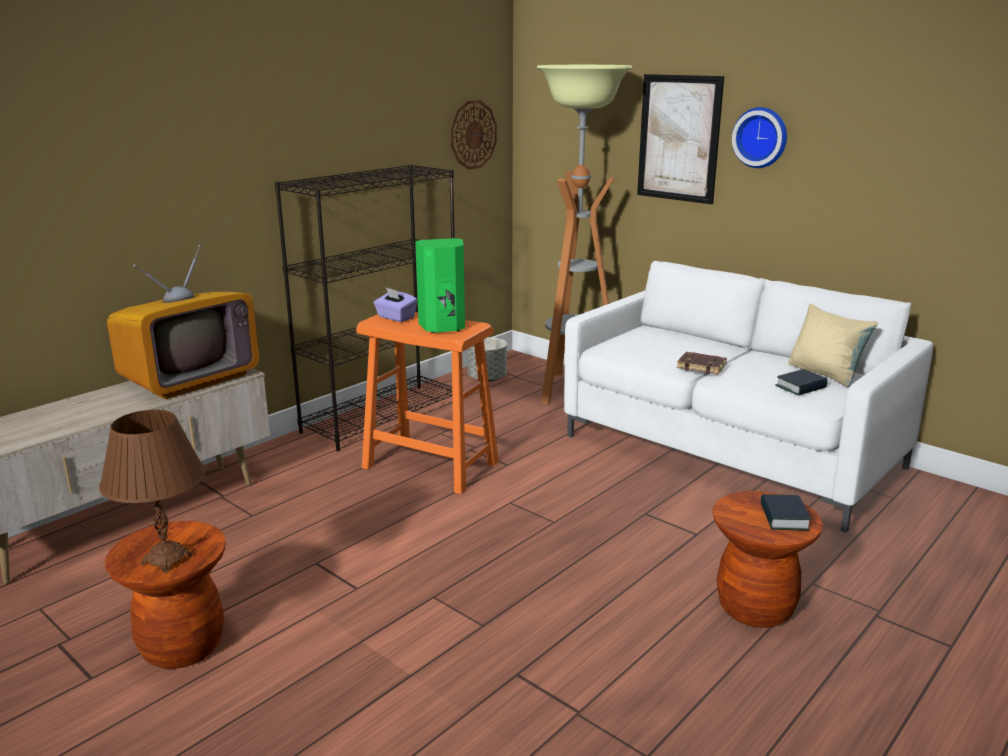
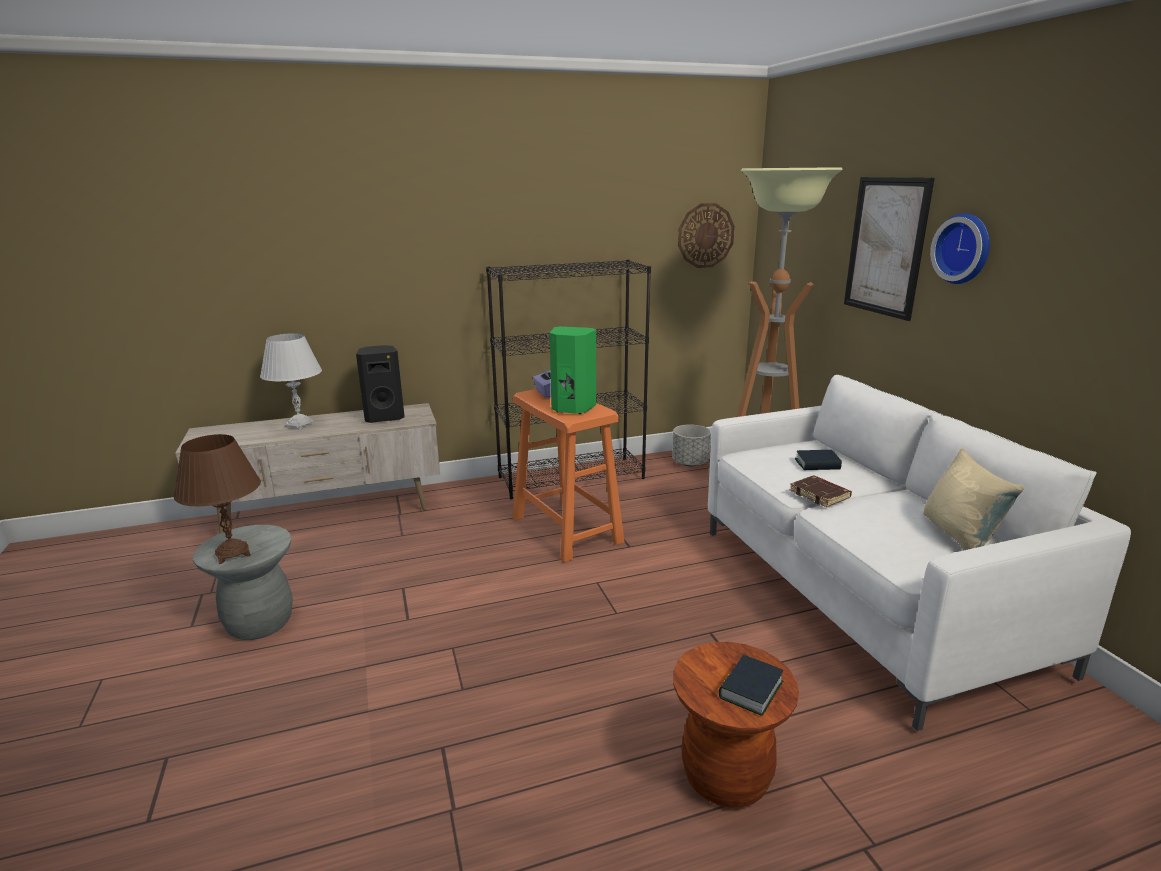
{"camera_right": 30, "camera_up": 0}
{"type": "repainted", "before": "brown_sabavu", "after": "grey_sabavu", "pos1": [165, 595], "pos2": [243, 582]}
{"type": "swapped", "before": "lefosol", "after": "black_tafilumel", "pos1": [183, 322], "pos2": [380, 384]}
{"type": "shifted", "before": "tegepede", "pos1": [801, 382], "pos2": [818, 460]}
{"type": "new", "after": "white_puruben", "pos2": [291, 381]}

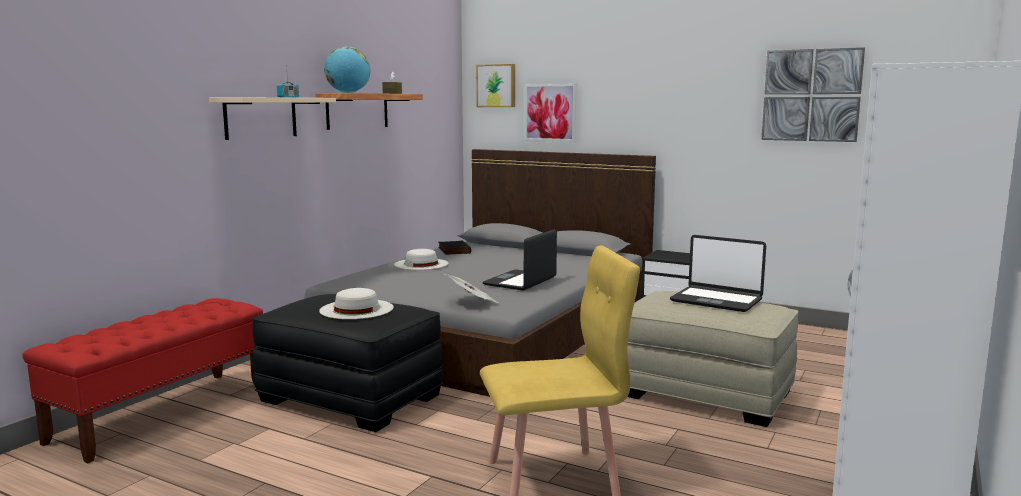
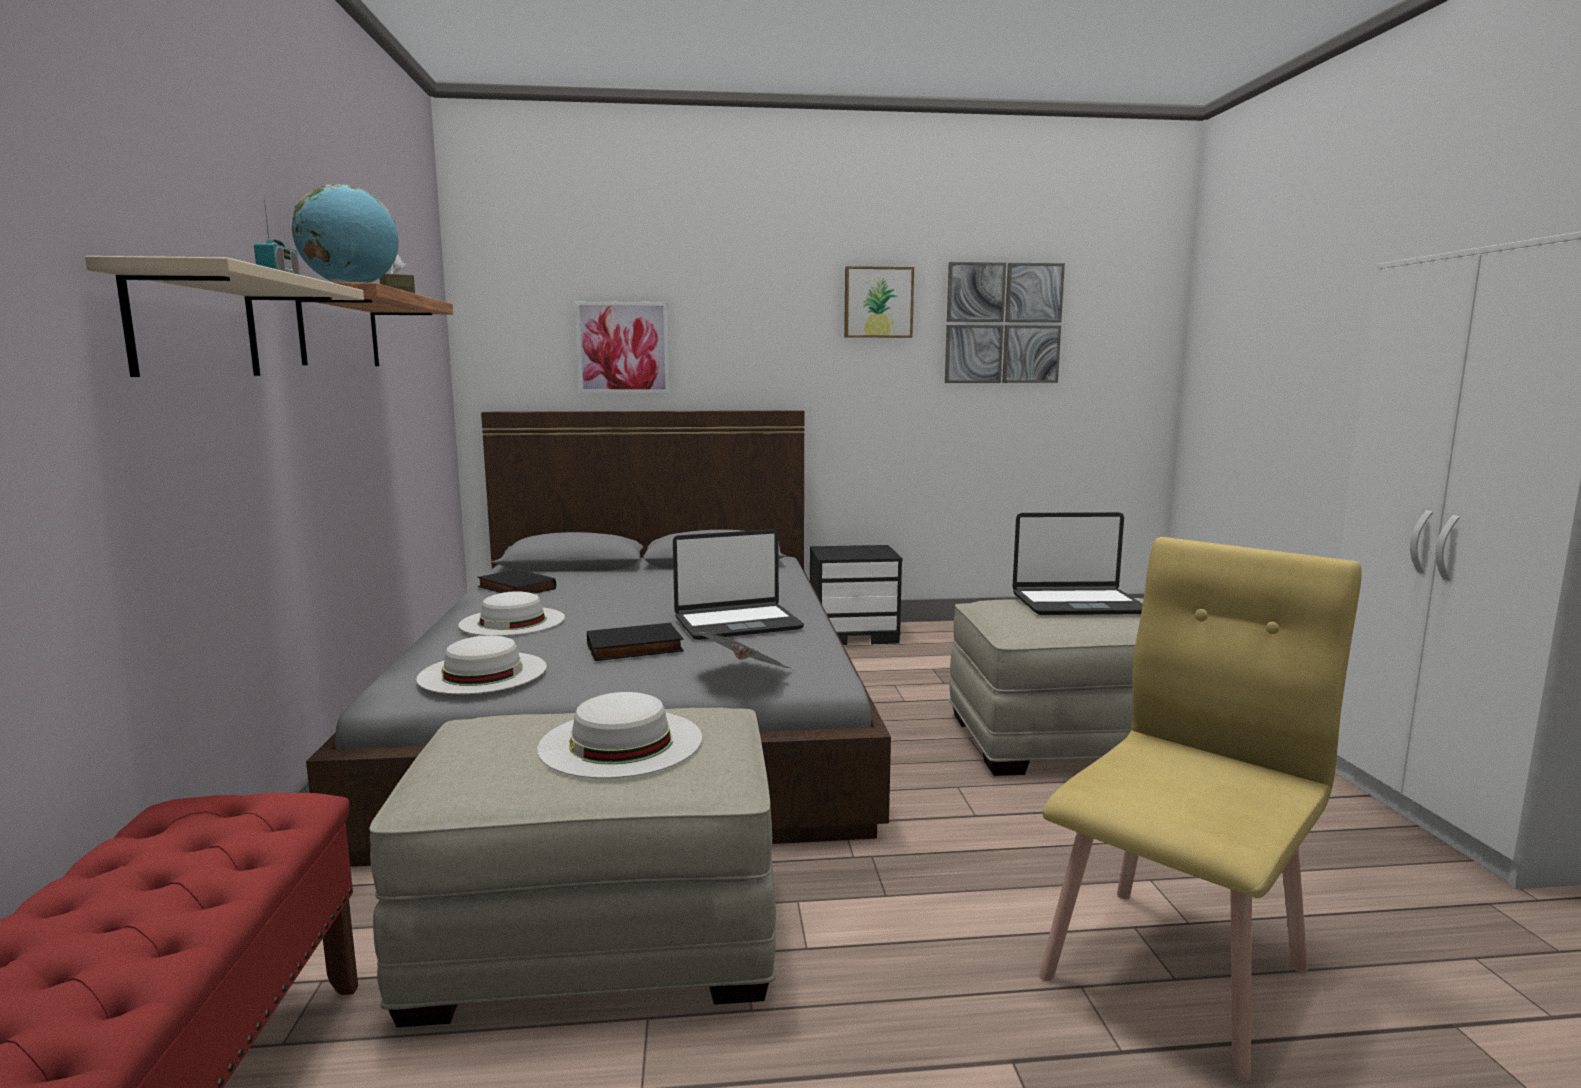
{"camera_right": -35, "camera_up": 0}
{"type": "repainted", "before": "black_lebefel", "after": "beige_lebefel", "pos1": [347, 363], "pos2": [572, 867]}
{"type": "shifted", "before": "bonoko", "pos1": [495, 85], "pos2": [879, 302]}
{"type": "rotated", "before": "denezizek", "pos1": [520, 260], "pos2": [738, 584], "turn": -105}
{"type": "new", "after": "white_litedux", "pos2": [481, 665]}
{"type": "new", "after": "black_tegepede", "pos2": [635, 642]}

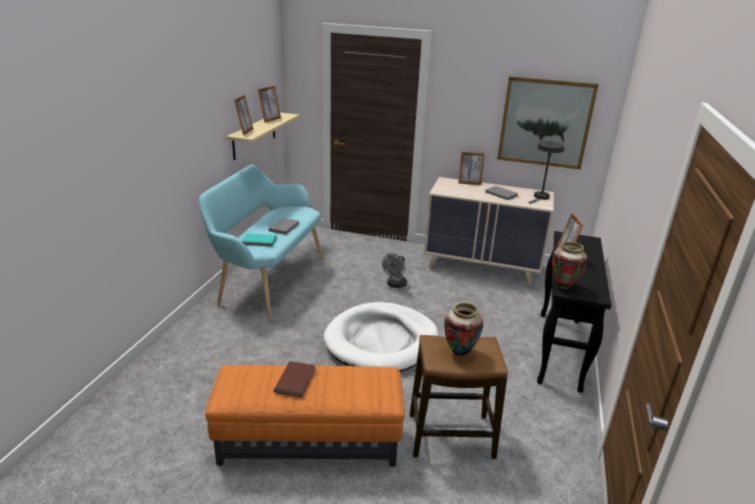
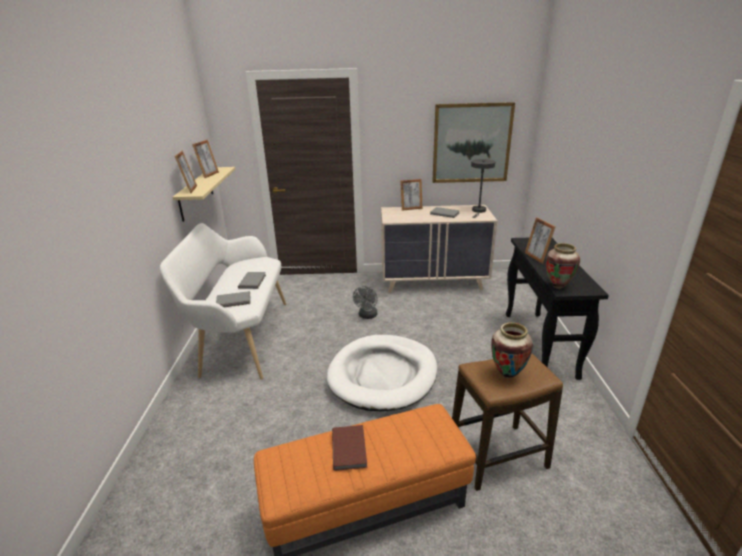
{"camera_right": -15, "camera_up": 0}
{"type": "repainted", "before": "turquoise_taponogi", "after": "white_taponogi", "pos1": [261, 242], "pos2": [223, 301]}
{"type": "repainted", "before": "turquoise_tegepede", "after": "grey_tegepede", "pos1": [259, 240], "pos2": [233, 299]}

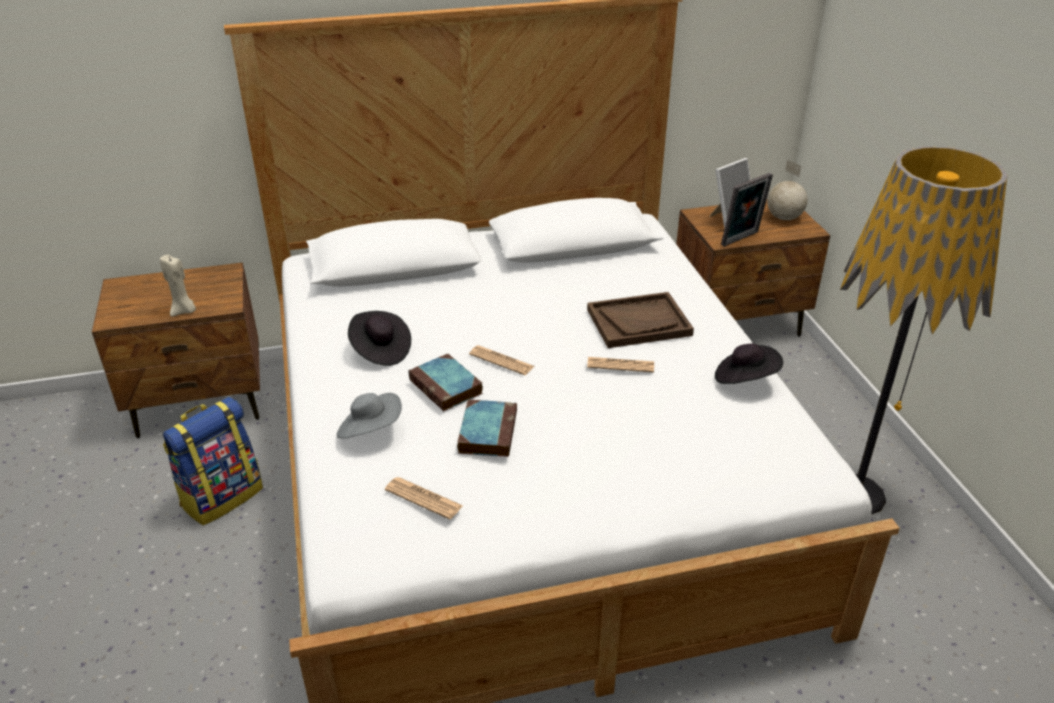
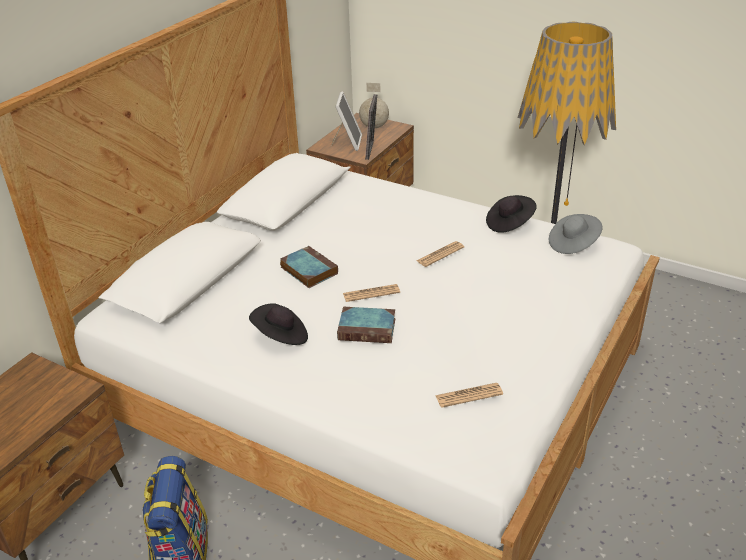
{"camera_right": -45, "camera_up": 0}
{"type": "gone", "before": "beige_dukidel", "pos1": [178, 286]}
{"type": "shifted", "before": "grey_litedux", "pos1": [369, 415], "pos2": [576, 234]}
{"type": "shifted", "before": "tegepede", "pos1": [487, 428], "pos2": [309, 267]}
{"type": "gone", "before": "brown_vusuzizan", "pos1": [640, 320]}

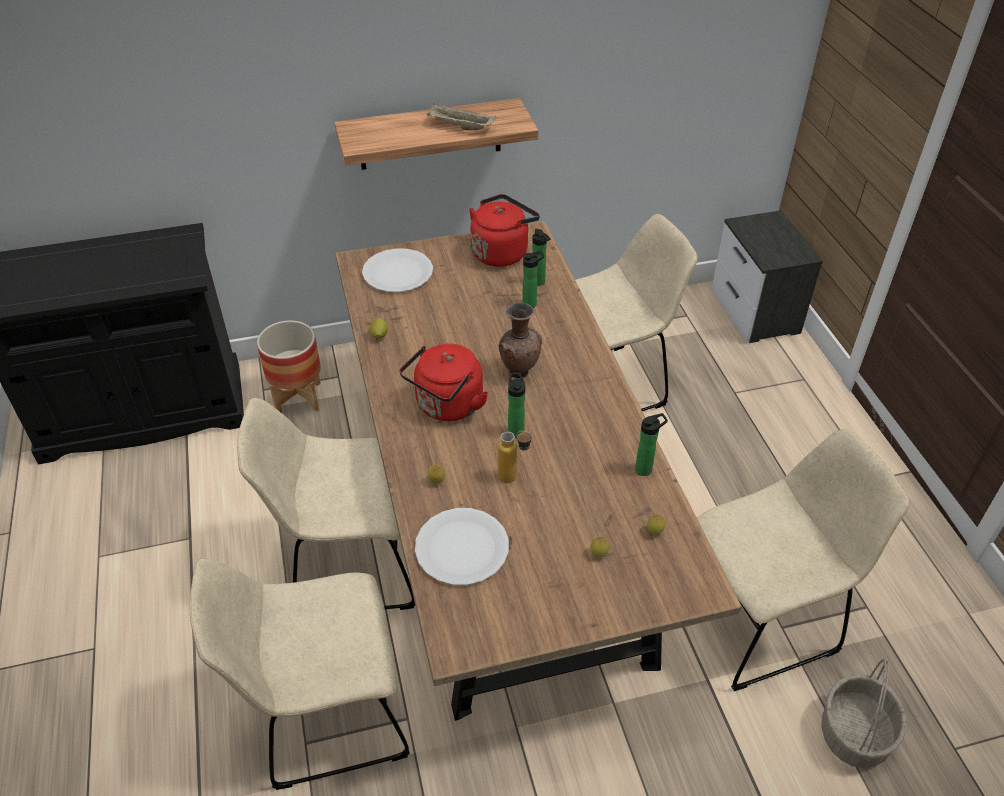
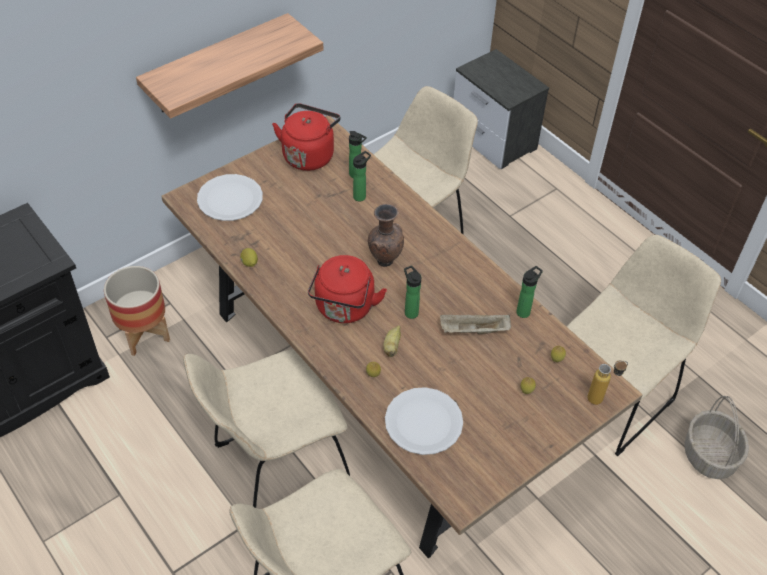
{"camera_right": -25, "camera_up": 5}
{"type": "shifted", "before": "beige_vusuzizan", "pos1": [461, 116], "pos2": [475, 324]}
{"type": "shifted", "before": "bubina", "pos1": [515, 457], "pos2": [607, 382]}
{"type": "new", "after": "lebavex", "pos2": [392, 341]}

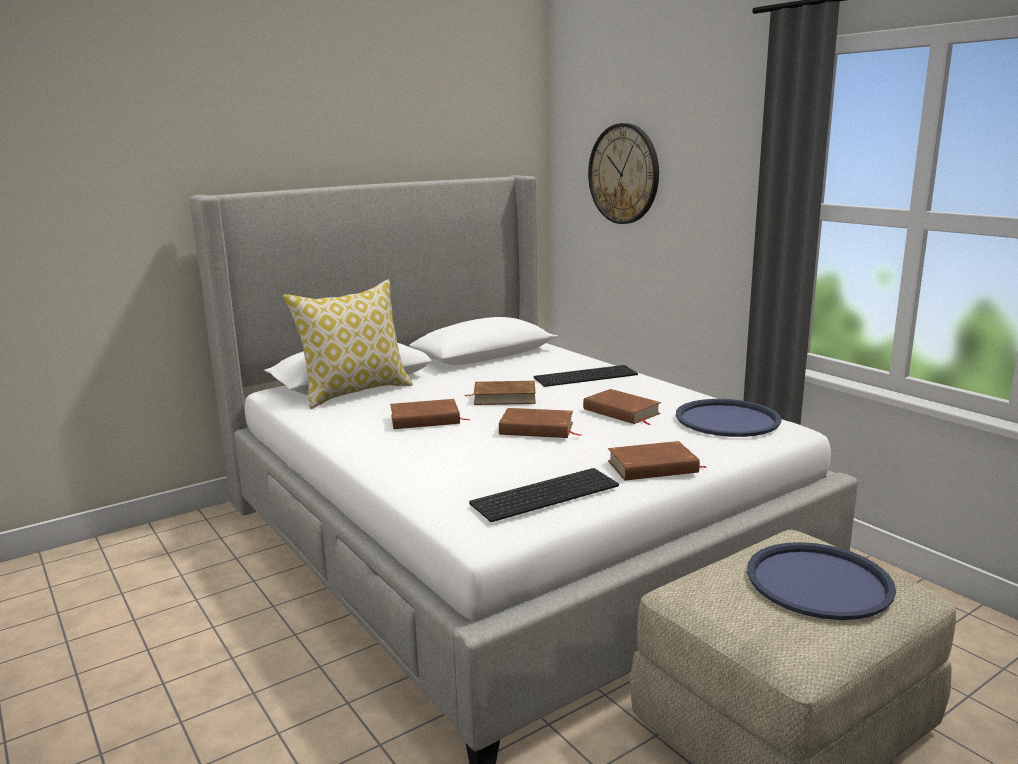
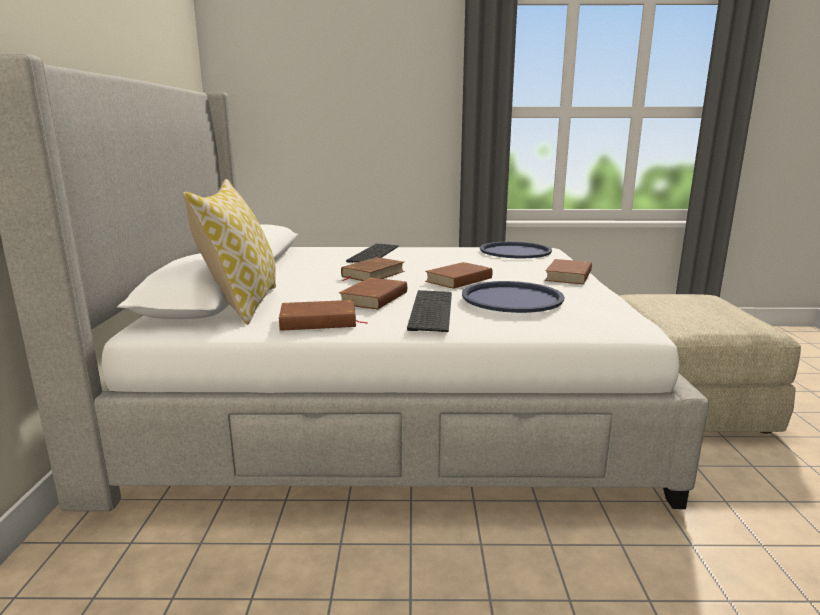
{"camera_right": -55, "camera_up": 0}
{"type": "shifted", "before": "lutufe", "pos1": [544, 495], "pos2": [429, 311]}
{"type": "shifted", "before": "brown_tegepede", "pos1": [622, 407], "pos2": [323, 315]}
{"type": "gone", "before": "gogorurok", "pos1": [623, 173]}
{"type": "shifted", "before": "blue_vusuzizan", "pos1": [821, 581], "pos2": [513, 297]}

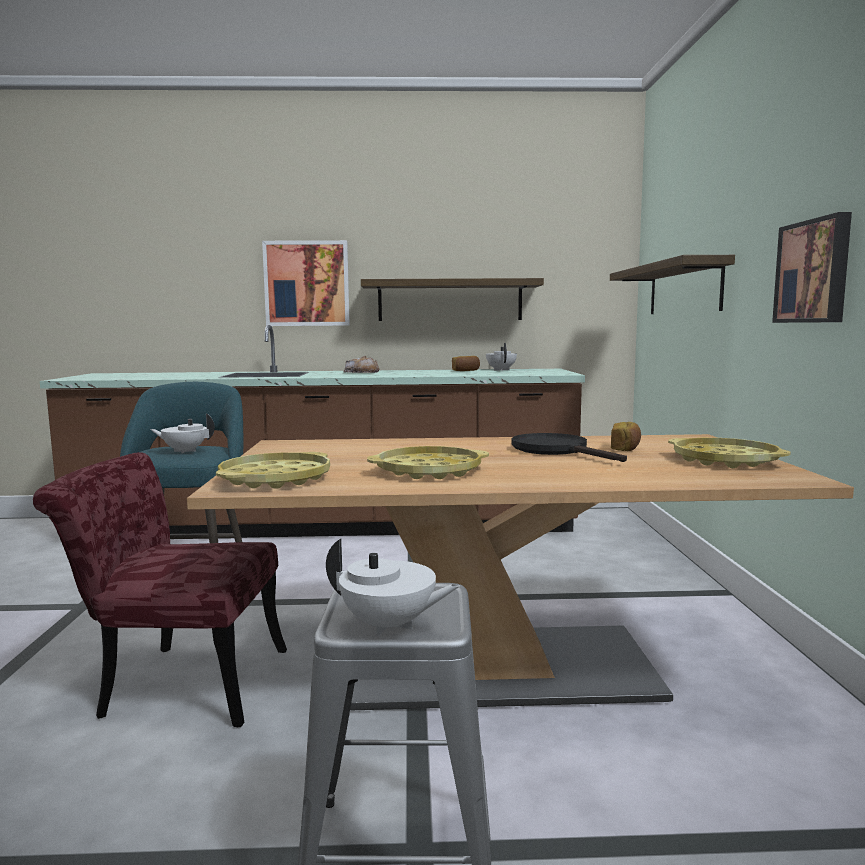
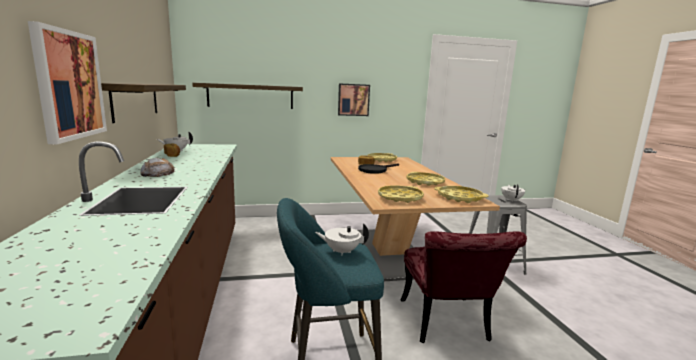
{"camera_right": -100, "camera_up": 5}
{"type": "rotated", "before": "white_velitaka", "pos1": [182, 433], "pos2": [342, 239], "turn": 105}
{"type": "new", "after": "yellow_vusuzizan", "pos2": [401, 194]}

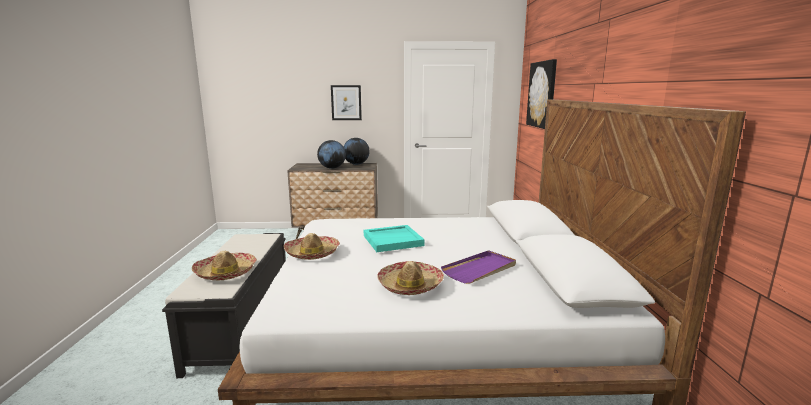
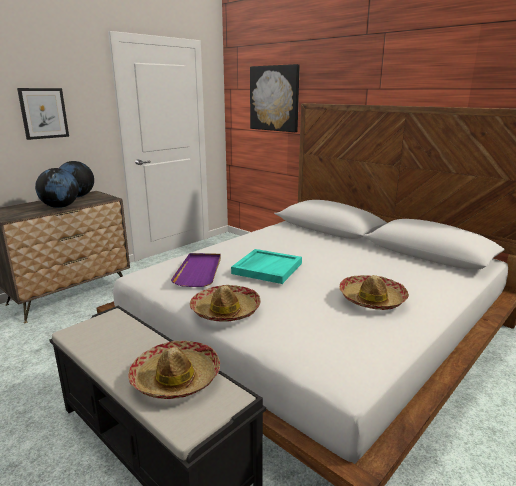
{"camera_right": -45, "camera_up": 5}
{"type": "shifted", "before": "purple_vusuzizan", "pos1": [478, 267], "pos2": [196, 270]}

